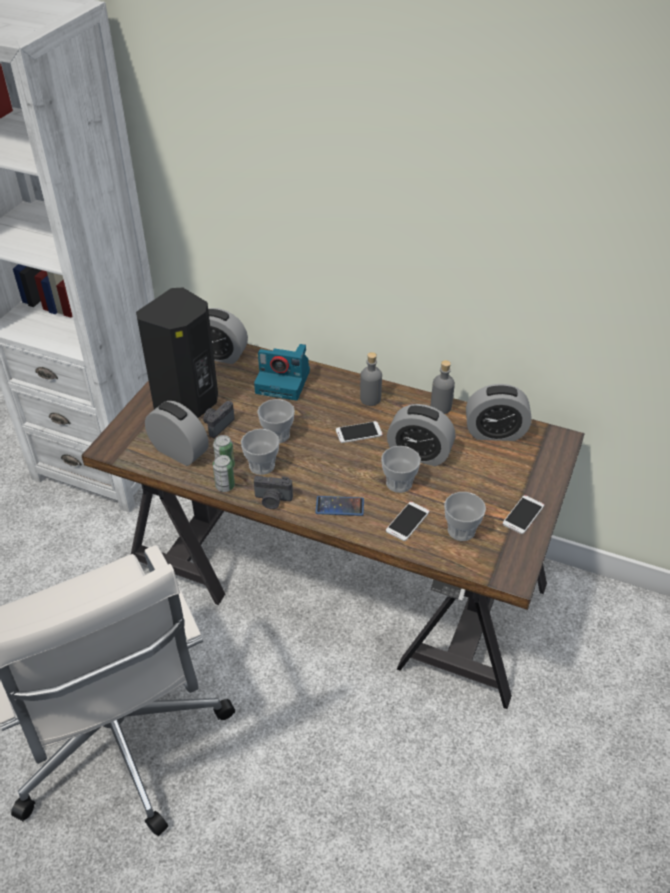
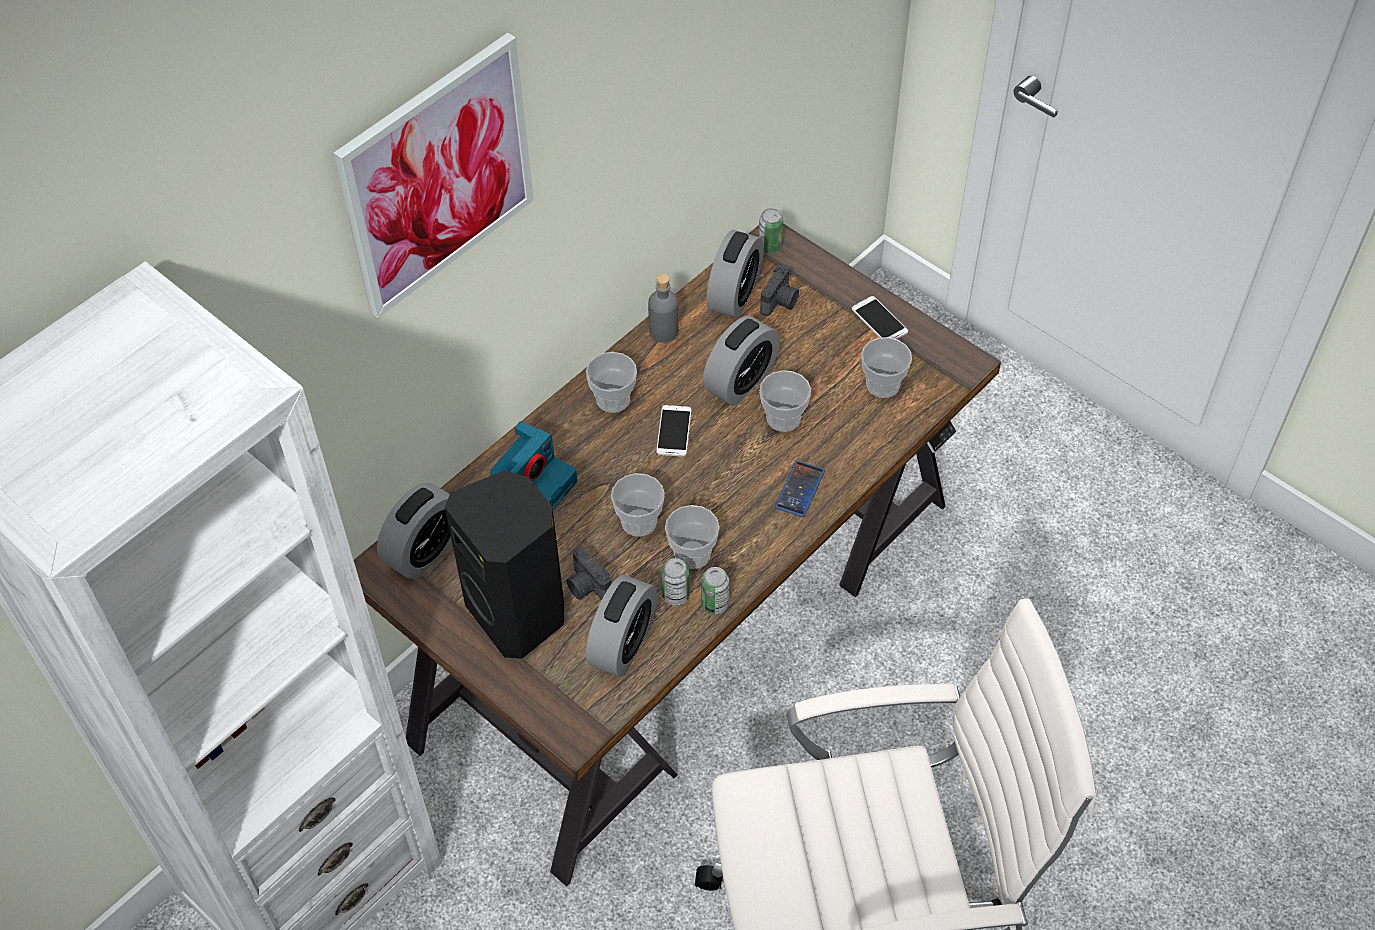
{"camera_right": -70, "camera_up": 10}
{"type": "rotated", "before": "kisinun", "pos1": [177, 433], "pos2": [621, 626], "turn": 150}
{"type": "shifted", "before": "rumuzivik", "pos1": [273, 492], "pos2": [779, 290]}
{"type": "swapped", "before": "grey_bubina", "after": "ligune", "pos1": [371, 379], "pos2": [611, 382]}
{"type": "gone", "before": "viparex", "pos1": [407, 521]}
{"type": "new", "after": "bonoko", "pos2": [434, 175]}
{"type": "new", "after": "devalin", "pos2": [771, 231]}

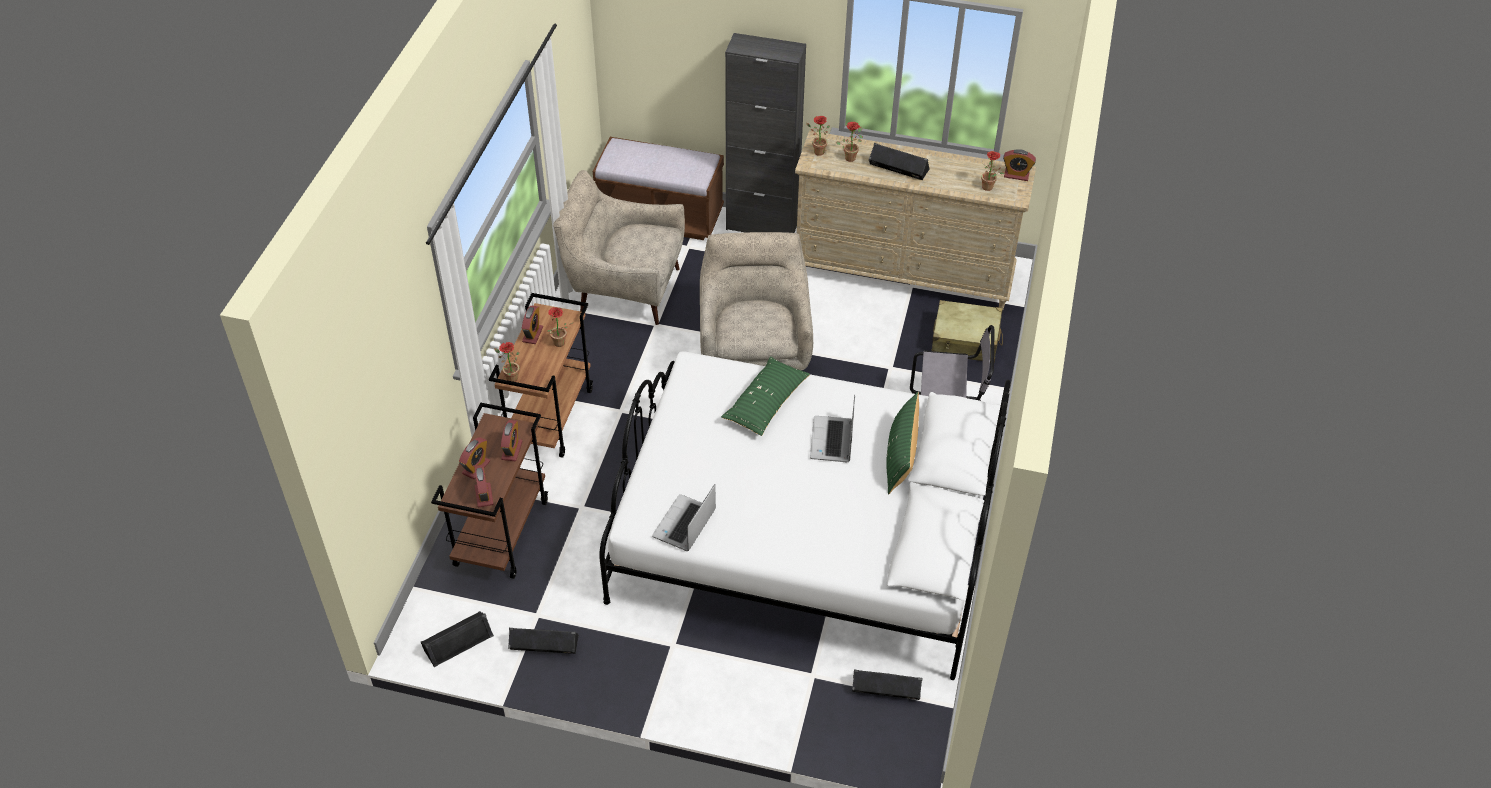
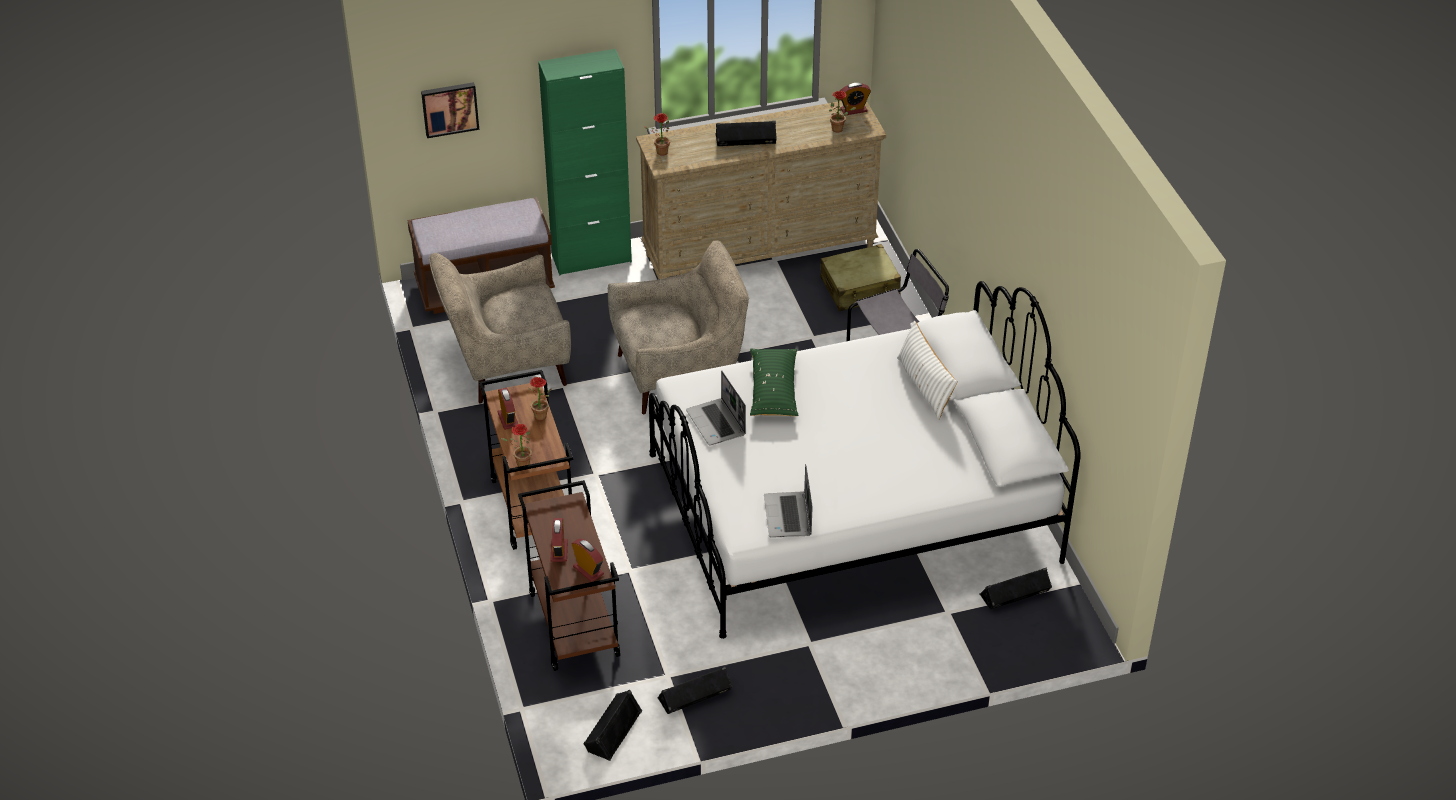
{"camera_right": -30, "camera_up": -5}
{"type": "gone", "before": "kisinun", "pos1": [512, 441]}
{"type": "rotated", "before": "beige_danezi", "pos1": [756, 301], "pos2": [678, 327], "turn": 105}
{"type": "repainted", "before": "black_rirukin", "after": "green_rirukin", "pos1": [765, 133], "pos2": [585, 162]}
{"type": "shifted", "before": "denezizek", "pos1": [832, 428], "pos2": [716, 408]}
{"type": "gone", "before": "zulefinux", "pos1": [849, 142]}
{"type": "repainted", "before": "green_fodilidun", "after": "white_fodilidun", "pos1": [902, 443], "pos2": [927, 370]}
{"type": "new", "after": "bonoko", "pos2": [450, 110]}

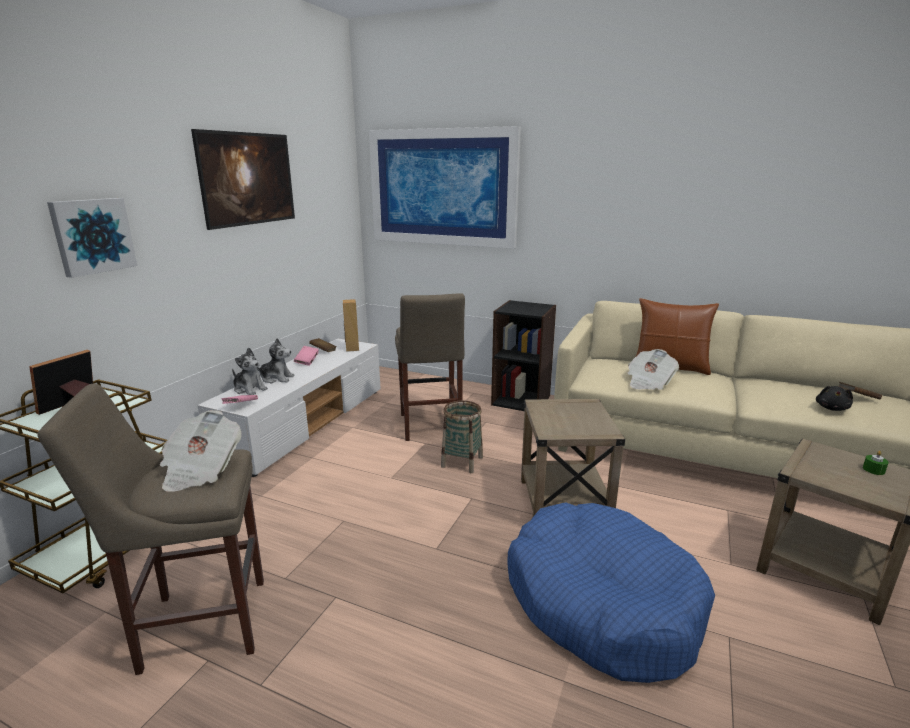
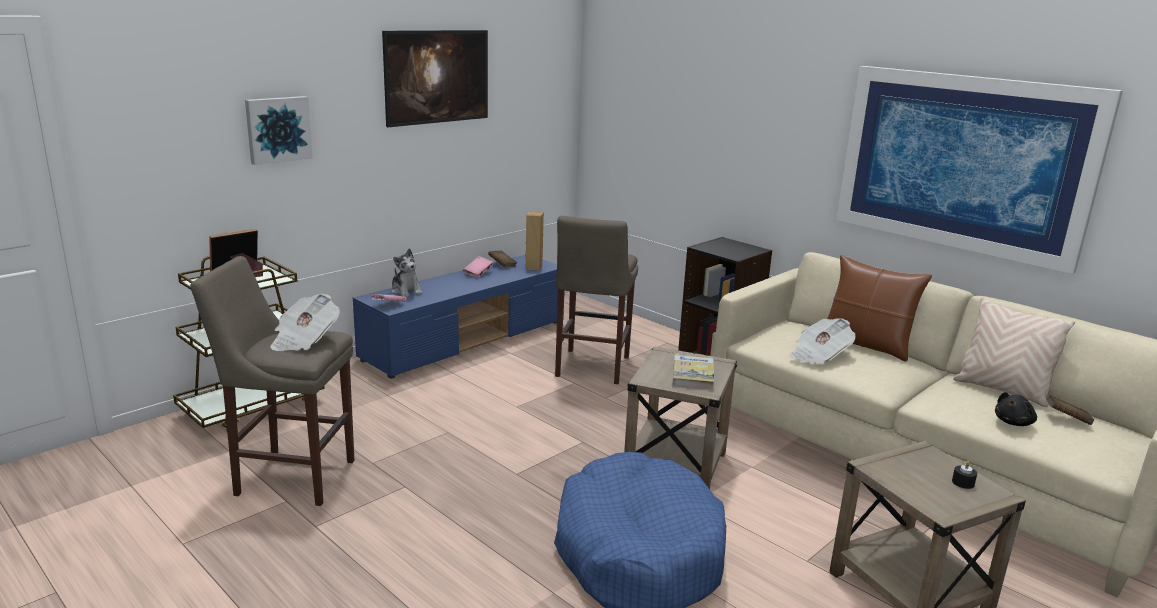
{"camera_right": 20, "camera_up": 0}
{"type": "repainted", "before": "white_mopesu", "after": "blue_mopesu", "pos1": [289, 408], "pos2": [458, 316]}
{"type": "gone", "before": "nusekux", "pos1": [276, 360]}
{"type": "shifted", "before": "bonoko", "pos1": [445, 187], "pos2": [980, 170]}
{"type": "gone", "before": "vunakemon", "pos1": [462, 436]}
{"type": "repainted", "before": "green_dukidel", "after": "black_dukidel", "pos1": [876, 463], "pos2": [964, 475]}
{"type": "new", "after": "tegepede", "pos2": [693, 371]}
{"type": "new", "after": "beige_fodilidun", "pos2": [1014, 352]}

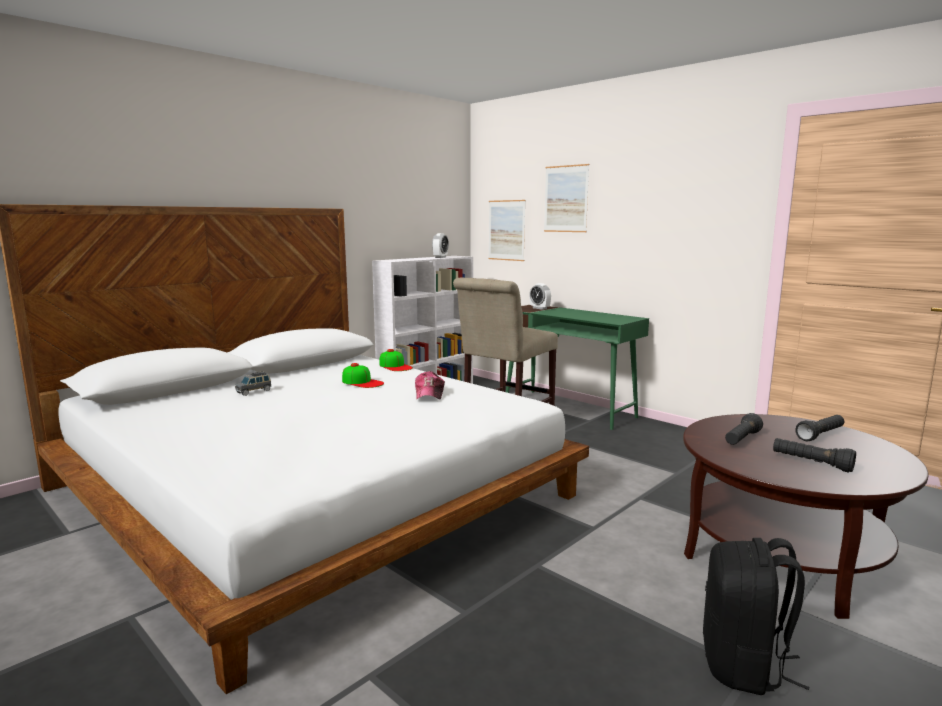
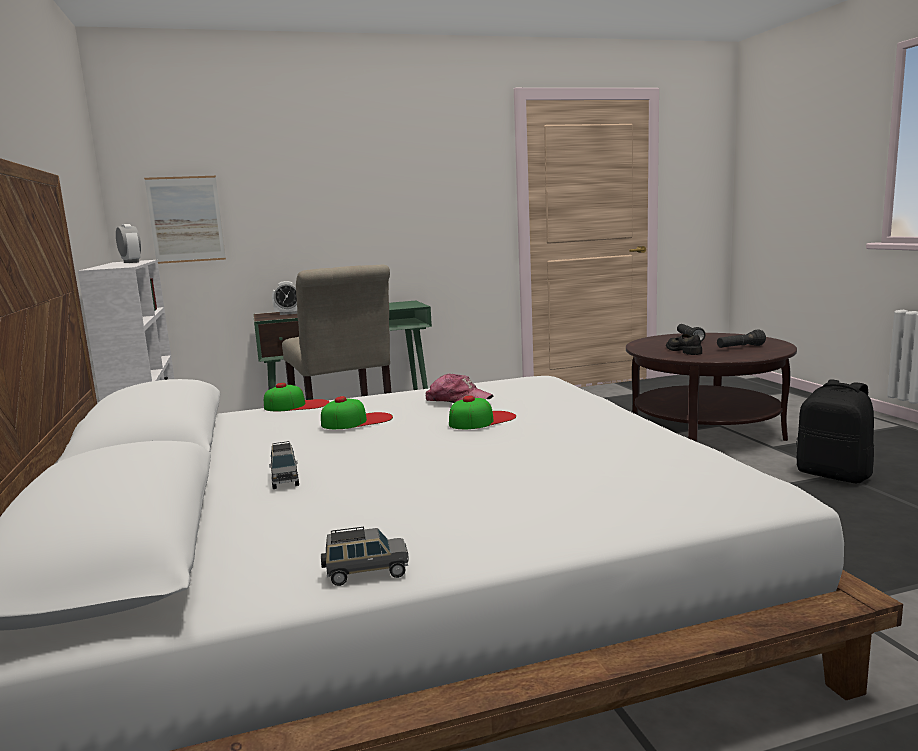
{"camera_right": -60, "camera_up": 0}
{"type": "gone", "before": "bonoko", "pos1": [566, 198]}
{"type": "swapped", "before": "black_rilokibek", "after": "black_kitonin", "pos1": [744, 429], "pos2": [684, 344]}
{"type": "new", "after": "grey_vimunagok", "pos2": [364, 556]}
{"type": "new", "after": "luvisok", "pos2": [482, 412]}

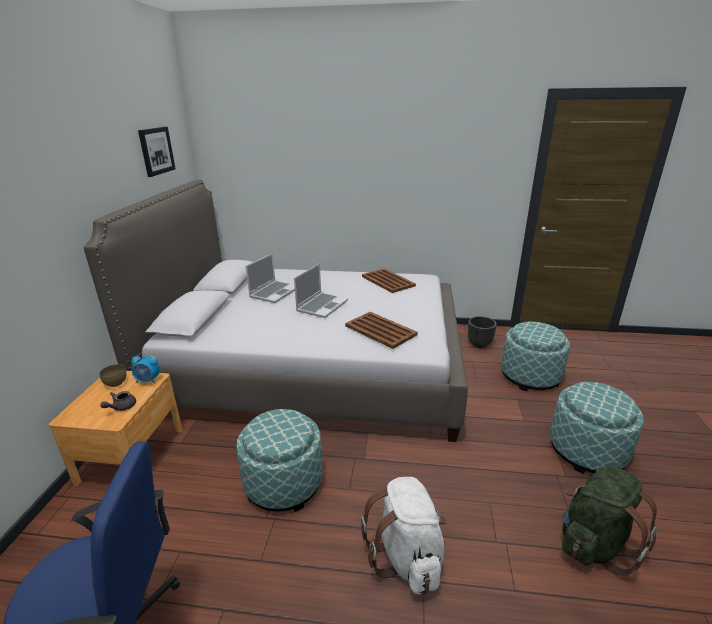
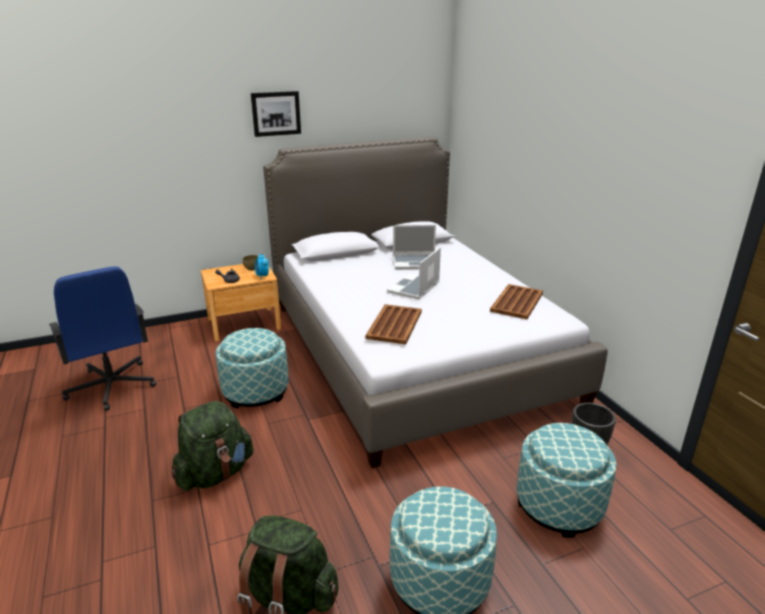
{"camera_right": 60, "camera_up": 0}
{"type": "shifted", "before": "bonoko", "pos1": [157, 152], "pos2": [276, 114]}
{"type": "rotated", "before": "denezizek", "pos1": [321, 290], "pos2": [414, 273], "turn": 120}
{"type": "repainted", "before": "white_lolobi", "after": "green_lolobi", "pos1": [404, 535], "pos2": [212, 446]}

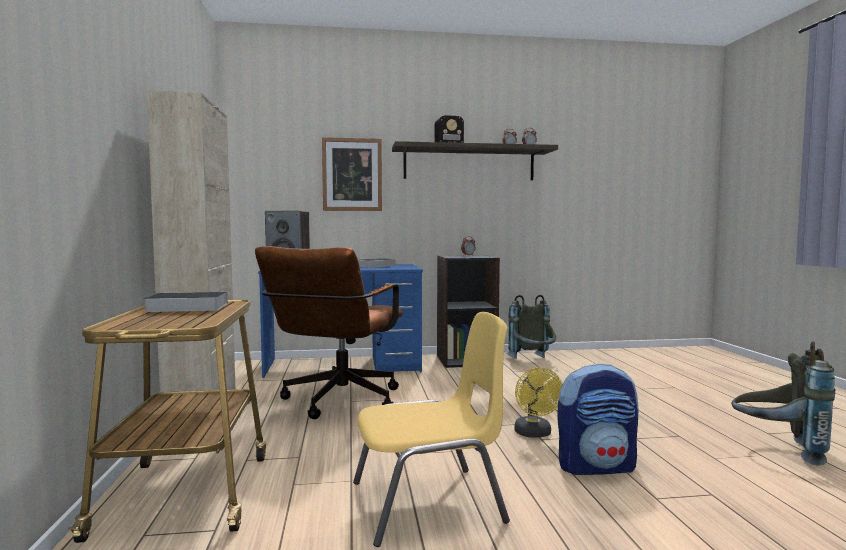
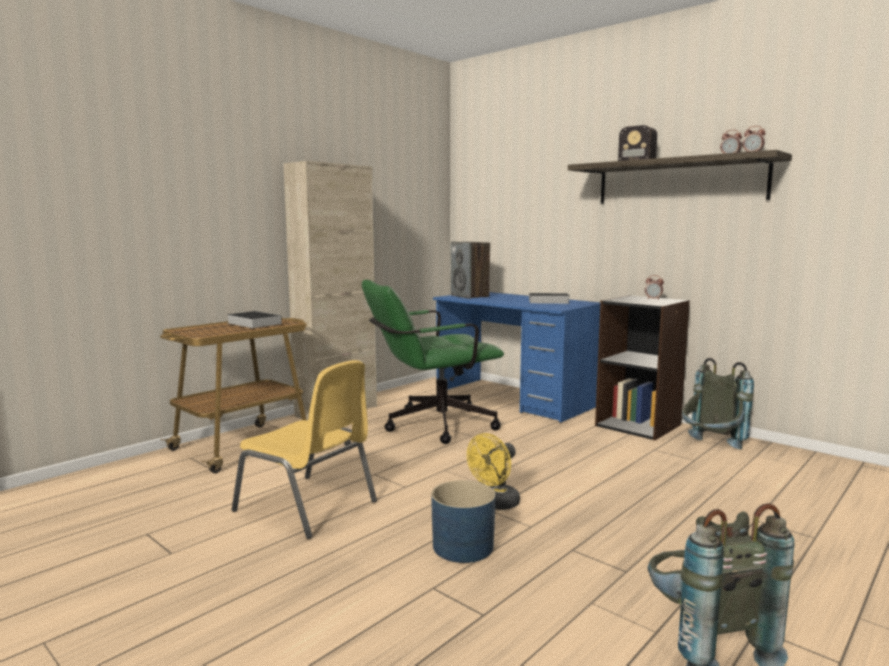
{"camera_right": 50, "camera_up": 5}
{"type": "repainted", "before": "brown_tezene", "after": "green_tezene", "pos1": [329, 332], "pos2": [433, 362]}
{"type": "gone", "before": "bonoko", "pos1": [352, 174]}
{"type": "swapped", "before": "lolobi", "after": "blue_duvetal", "pos1": [597, 419], "pos2": [463, 521]}

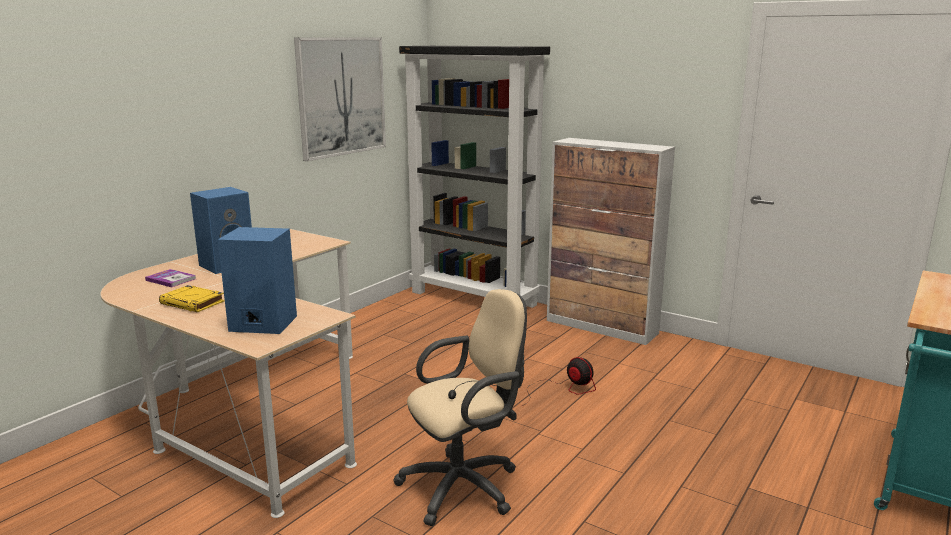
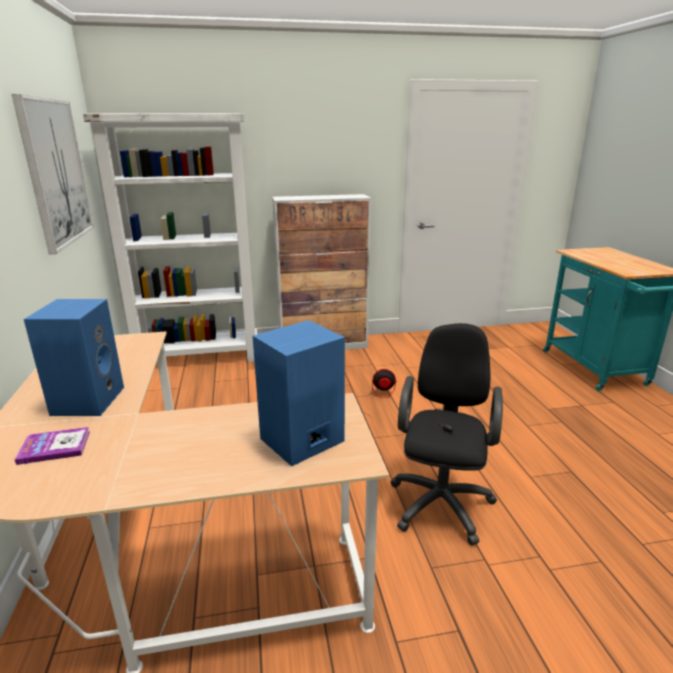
{"camera_right": -45, "camera_up": 5}
{"type": "gone", "before": "yellow_tegepede", "pos1": [192, 298]}
{"type": "repainted", "before": "beige_tezene", "after": "black_tezene", "pos1": [460, 407], "pos2": [446, 434]}
{"type": "repainted", "before": "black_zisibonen", "after": "white_zisibonen", "pos1": [474, 177], "pos2": [170, 237]}

